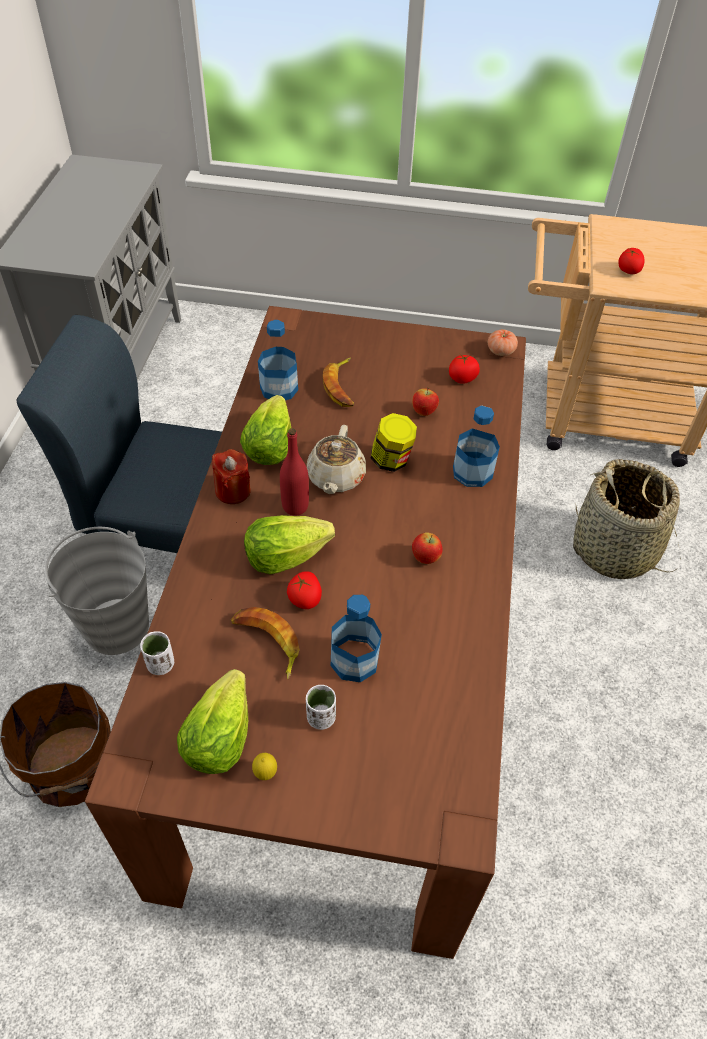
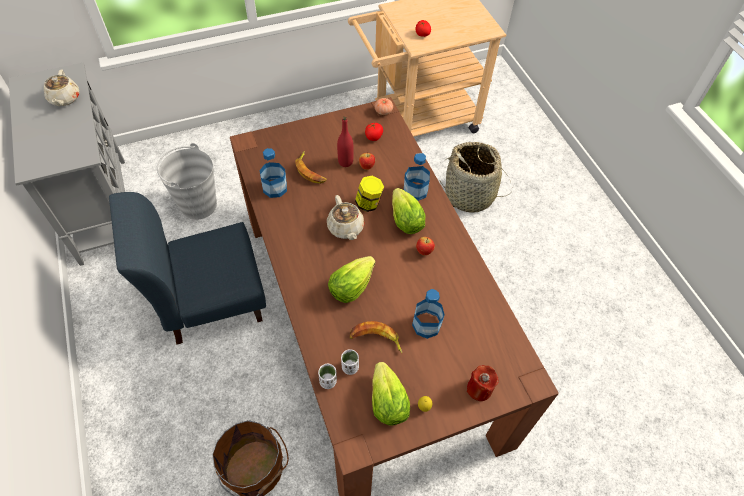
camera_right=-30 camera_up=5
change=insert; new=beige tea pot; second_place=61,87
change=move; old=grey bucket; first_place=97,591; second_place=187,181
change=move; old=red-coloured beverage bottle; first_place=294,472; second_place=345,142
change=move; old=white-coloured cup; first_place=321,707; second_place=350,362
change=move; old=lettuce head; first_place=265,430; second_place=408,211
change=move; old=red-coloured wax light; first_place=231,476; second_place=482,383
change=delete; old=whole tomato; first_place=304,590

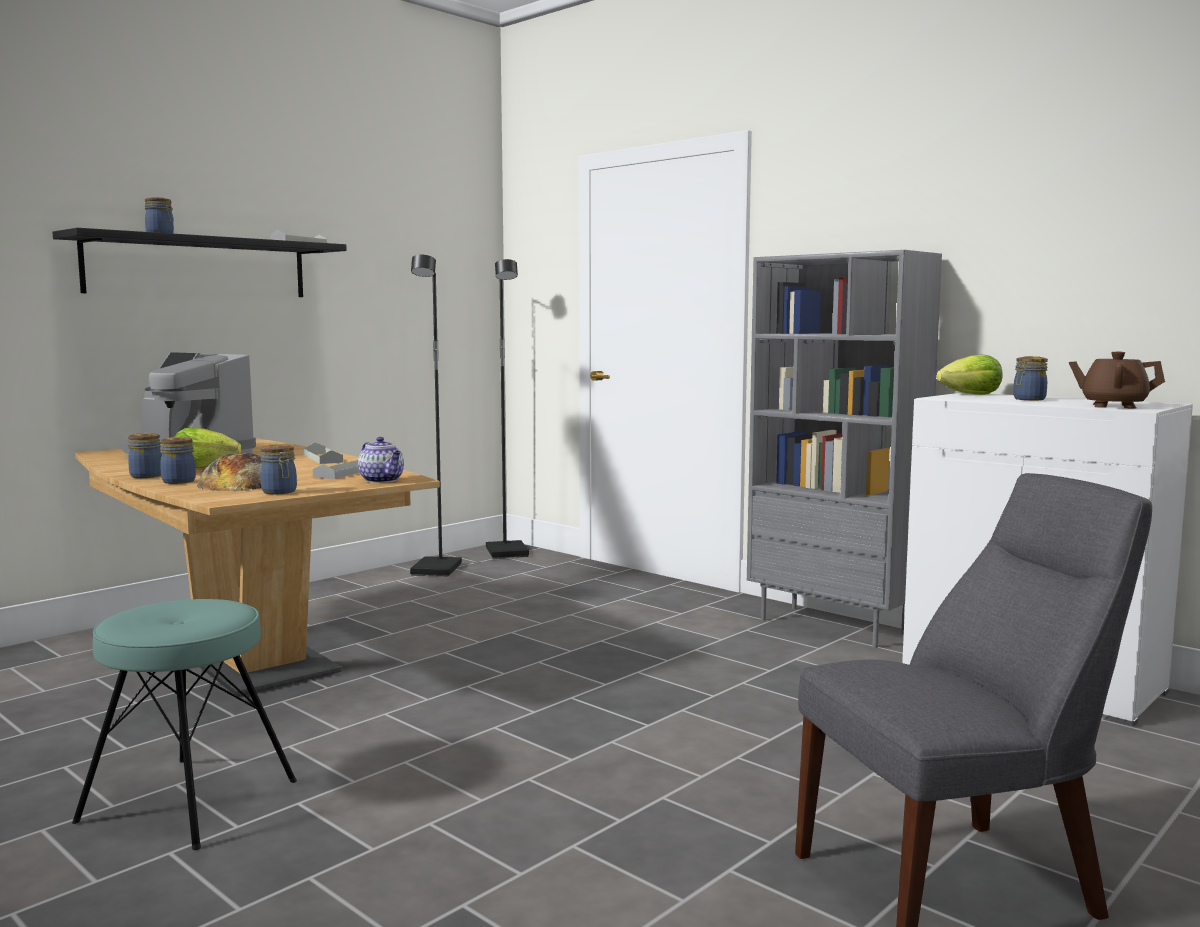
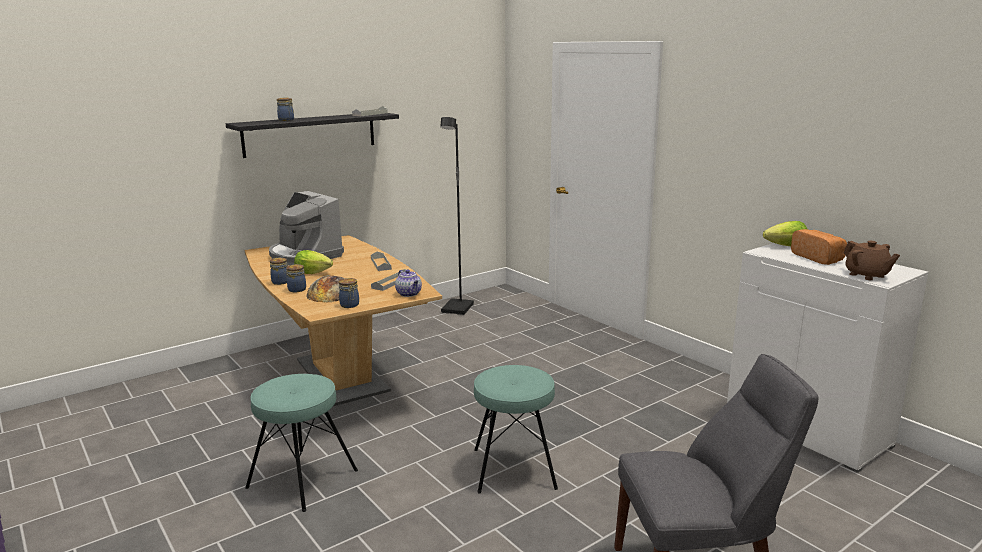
camera_right=10 camera_up=10
change=insert; new=blue-green stool seat; second_place=516,429
change=replace; old=preserve jar; new=baked bread; first_place=1030,378; second_place=819,247
change=rotate; old=brownish tea pot; first_place=1117,380; second_place=872,260; degrees=-150
change=delete; old=black-coloured standing lamp; first_place=507,409
change=delete; old=grey bookshelf; first_place=844,449

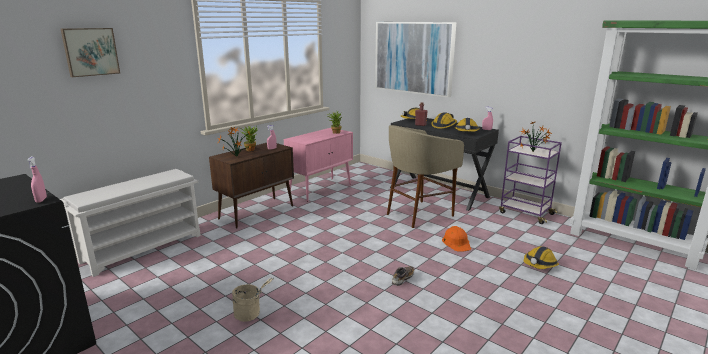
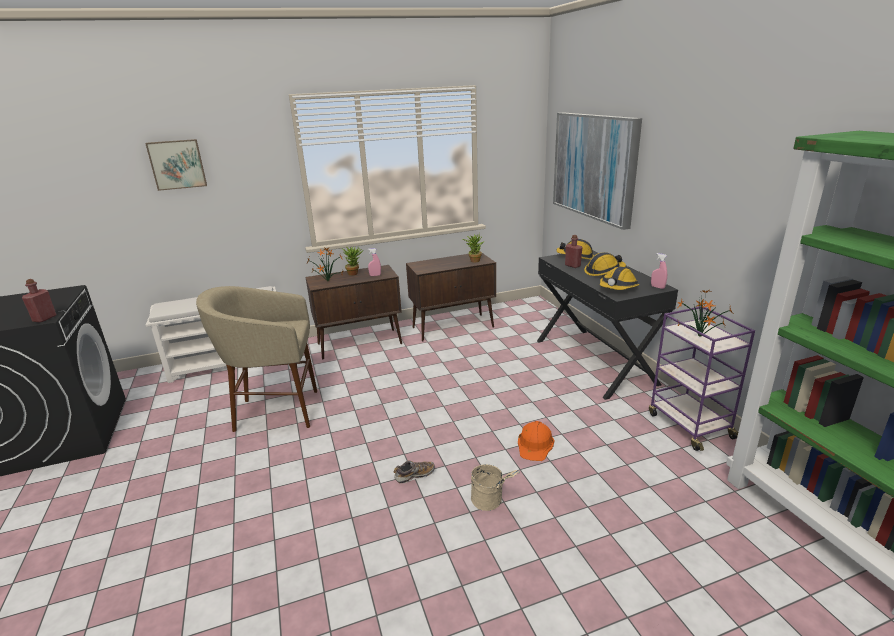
camera_right=30 camera_up=5
change=replace; old=pink hand sprayer; new=red-coloured beverage bottle; first_place=37,179; second_place=39,300
change=move; old=beige stool seat; first_place=425,176; second_place=256,359
change=recolor; old=pink cupboard; new=brownish cupboard; first_place=318,165; second_place=451,297
change=move; old=beige bucket; first_place=253,300; second_place=495,487
change=delete; old=hard hat; first_place=541,257

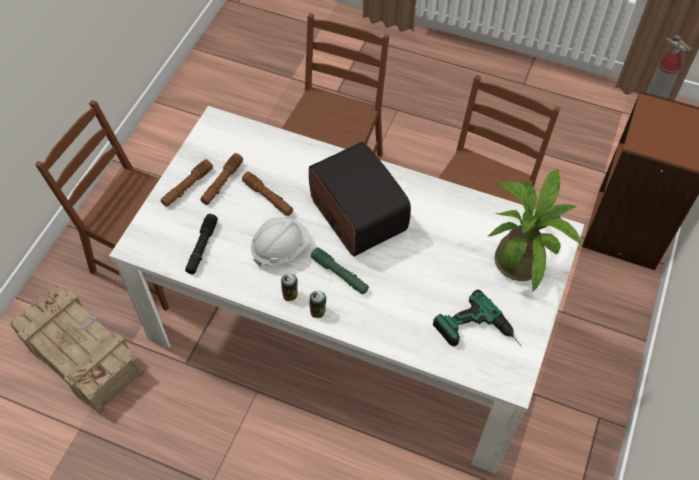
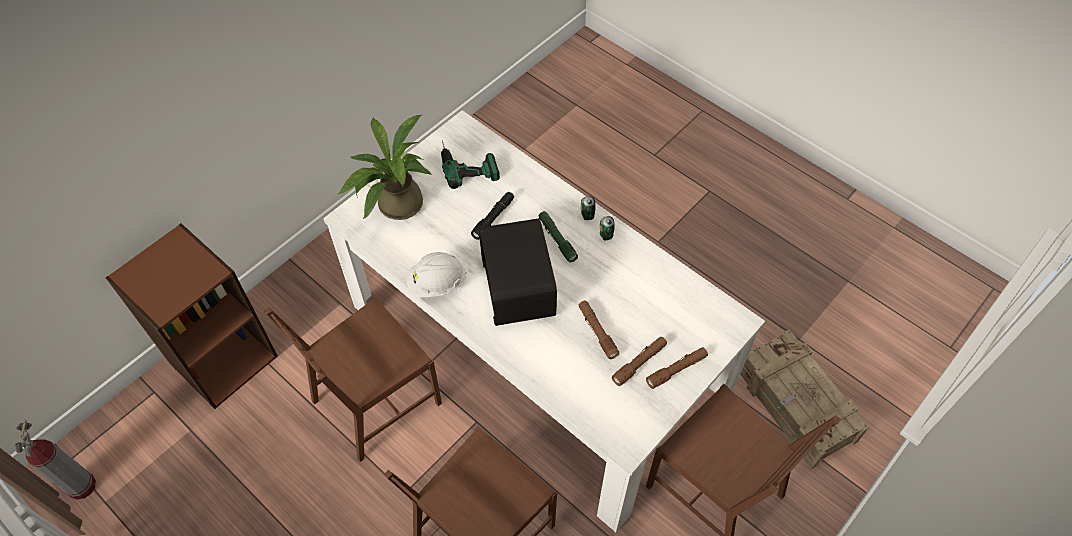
camera_right=-160 camera_up=0
change=move; old=white-coloured hard hat; first_place=281,242; second_place=436,274
change=move; old=black-coloured flashlight; first_place=201,244; second_place=492,216

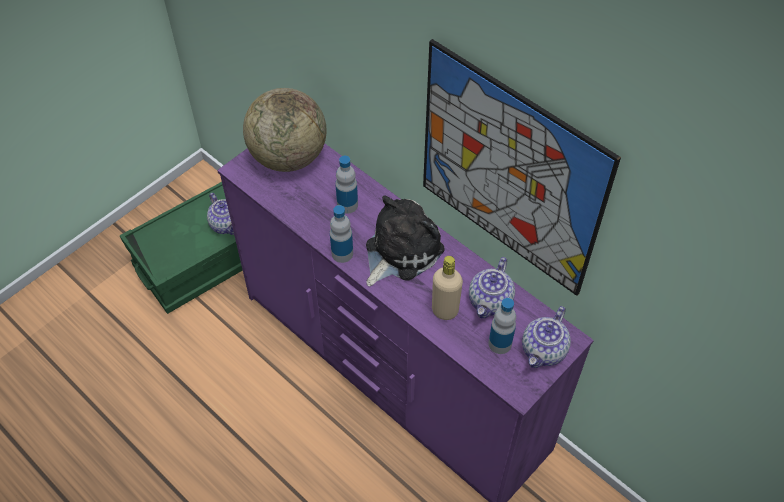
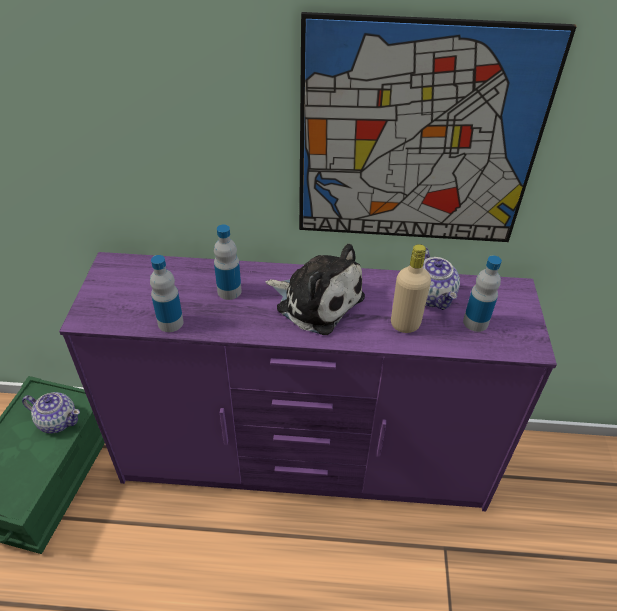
camera_right=-40 camera_up=-10
change=move; old=beverage bottle; first_place=341,234; second_place=167,293
change=rotate; old=soft toy; first_place=405,241; second_place=315,289; degrees=120
change=delete; old=world globe; first_place=284,130
change=delete; old=tea pot; first_place=546,337

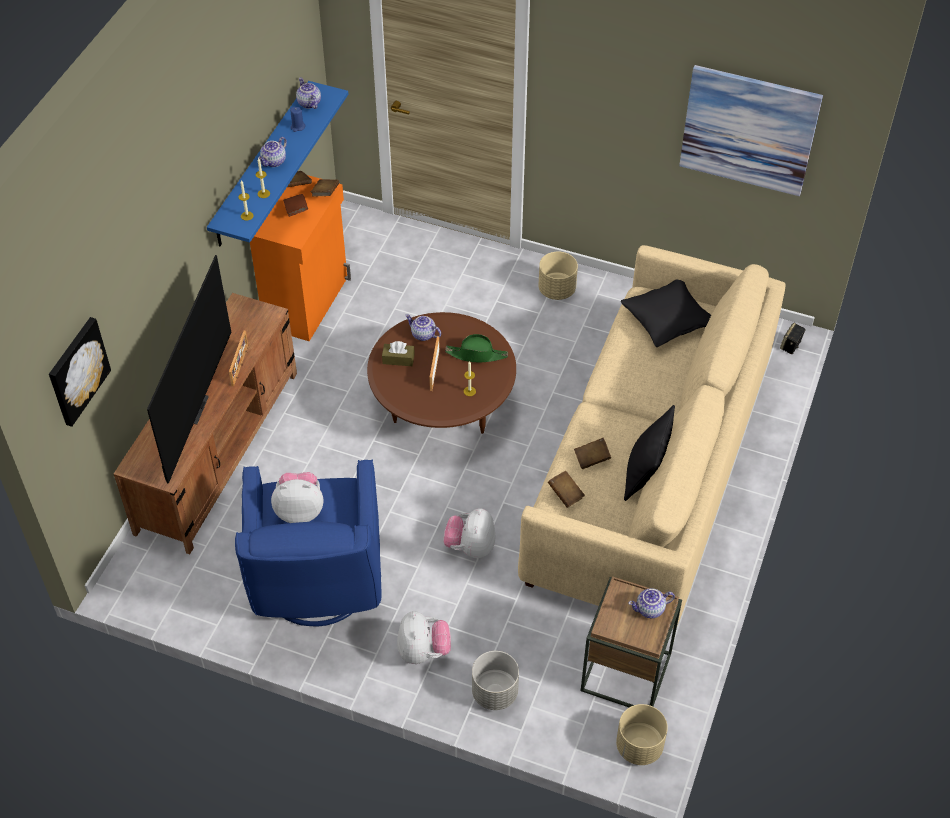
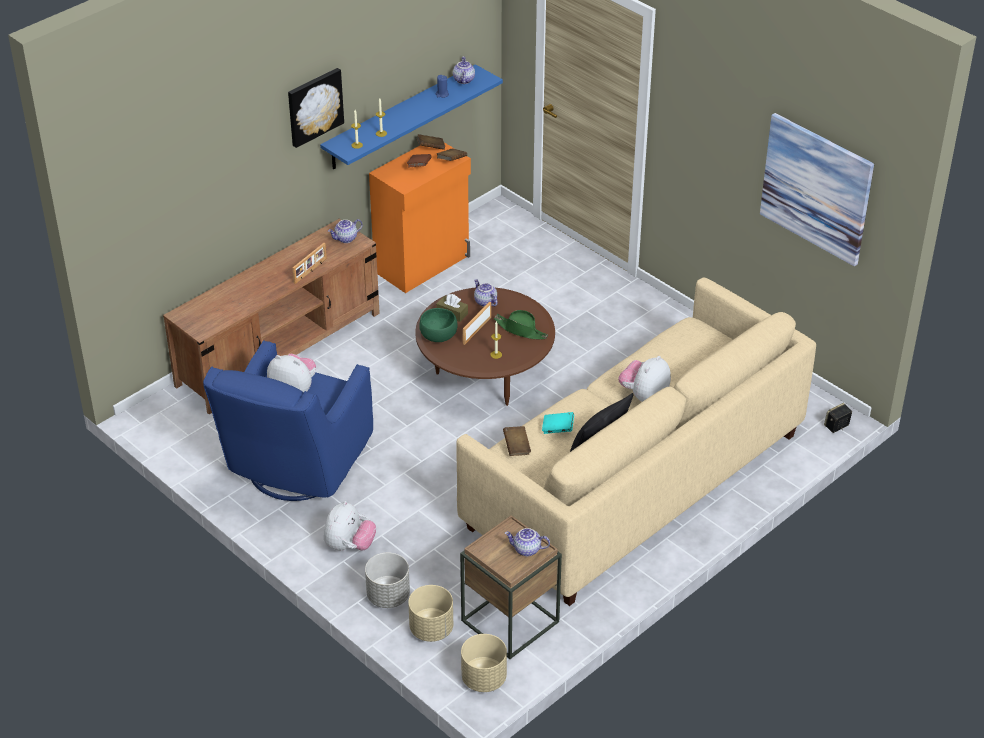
camera_right=25 camera_up=-10
change=move; old=picture; first_place=80,372; second_place=316,108
change=move; old=tea pot; first_place=272,152; second_place=345,231
change=move; old=beige flower pot; first_place=558,276; second_place=430,613
change=insert; new=greenish deep dish; second_place=438,325
change=recolor; old=brownish book; new=blue-green book; first_place=592,453; second_place=558,423
change=move; old=soft toy; first_place=469,533; second_place=645,379
change=delete; old=TV; first_place=189,369
change=delete; old=black-coloured pillow; first_place=666,313

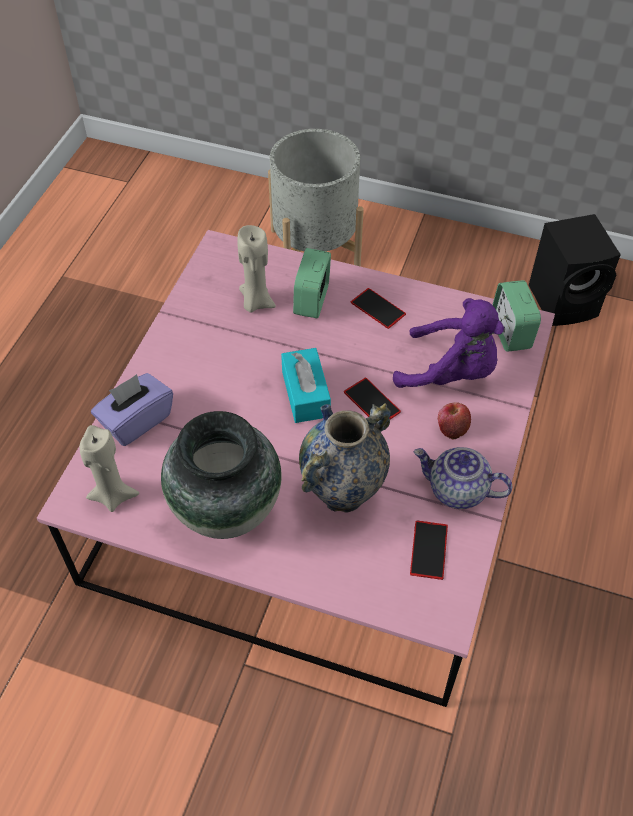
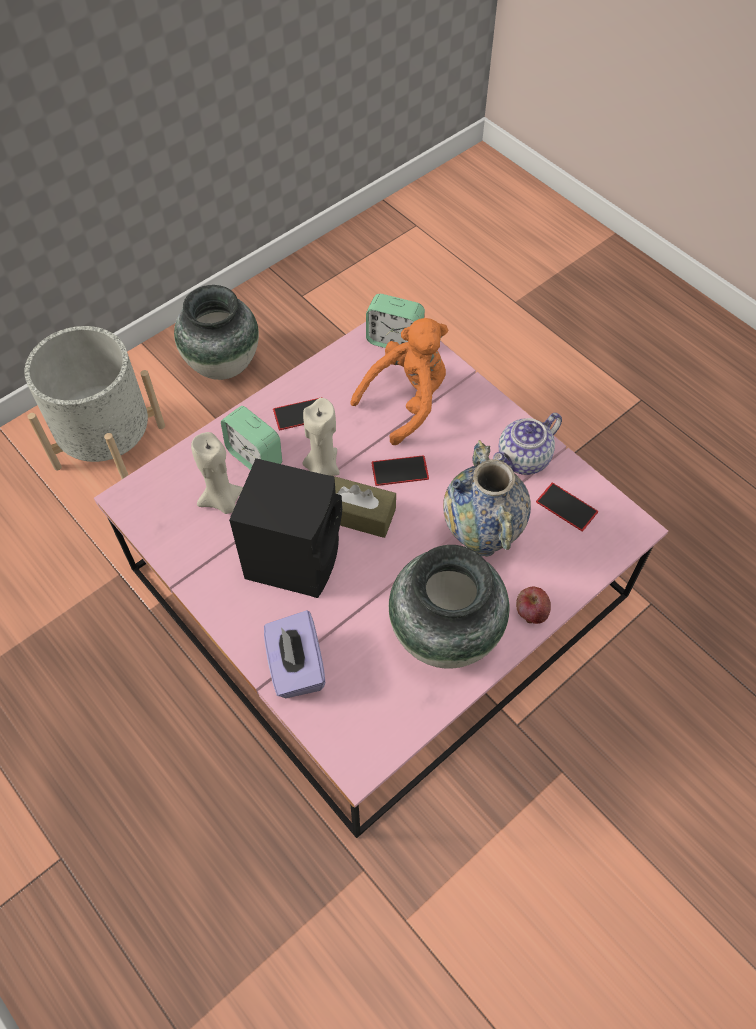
camera_right=-60 camera_up=5
change=insert; new=decorative vase; second_place=216,332
change=move; old=black-coloured audio speaker; first_place=575,270; second_place=285,528
change=move; old=beige wax light; first_place=109,468; second_place=321,437
change=recolor; old=blue-green tissue box; new=brownish tissue box; first_place=306,385; second_place=365,507
change=recolor; old=purplish soft toy; new=orangey soft toy; first_place=448,343; second_place=399,381
change=move; old=apple; first_place=454,421; second_place=533,605

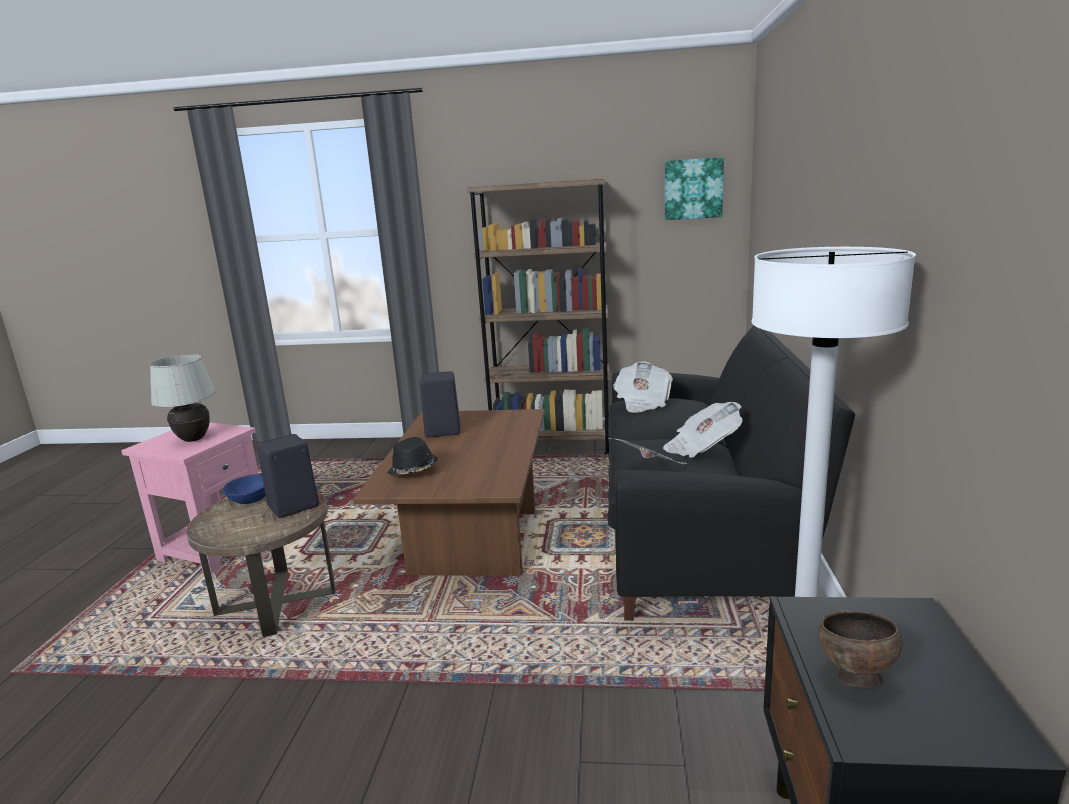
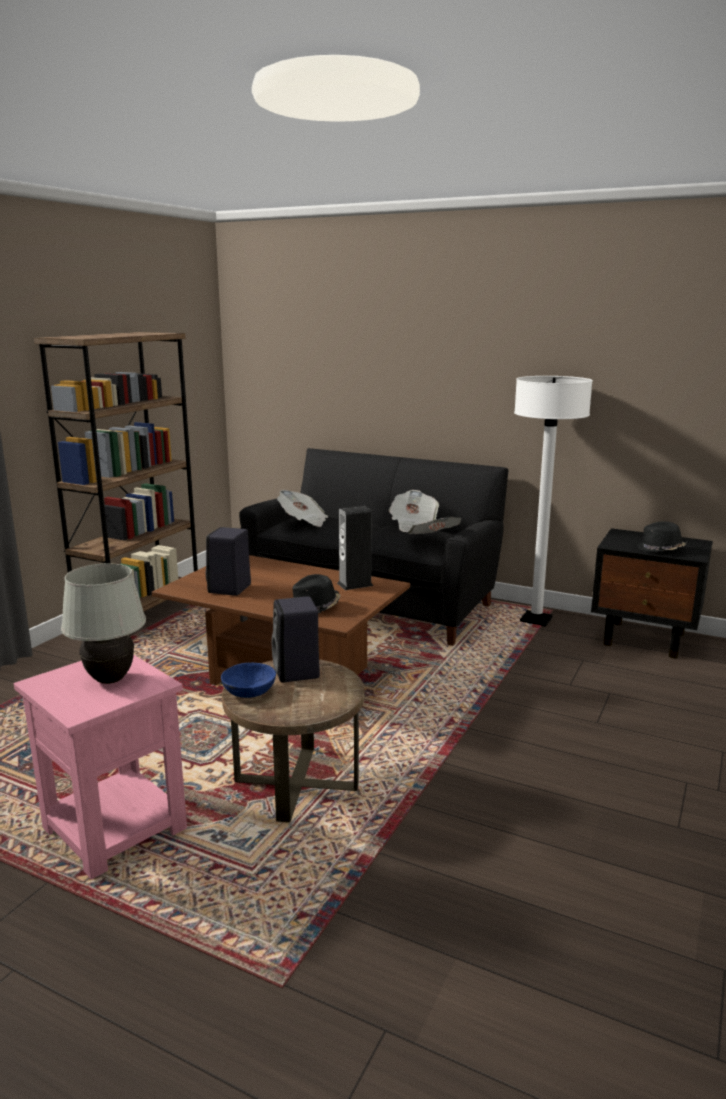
camera_right=-70 camera_up=0
change=insert; new=audio speaker; second_place=355,548
change=replace; old=brownish deep dish; new=black-coloured clothing hat; first_place=860,649; second_place=662,536
change=delete; old=picture; first_place=694,188

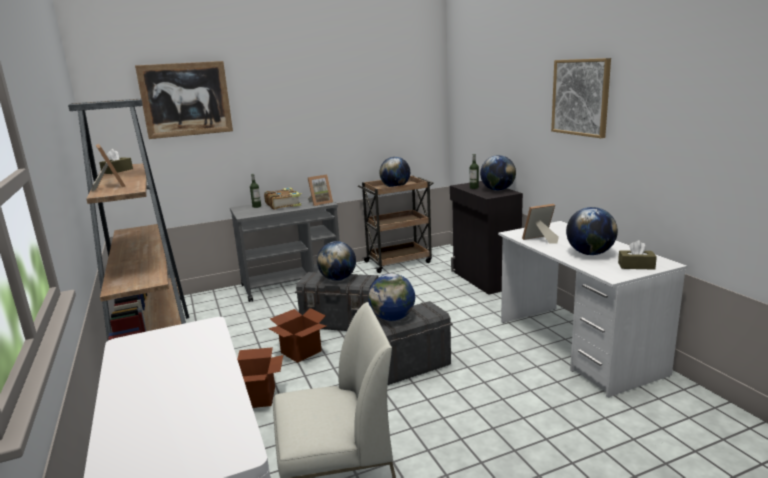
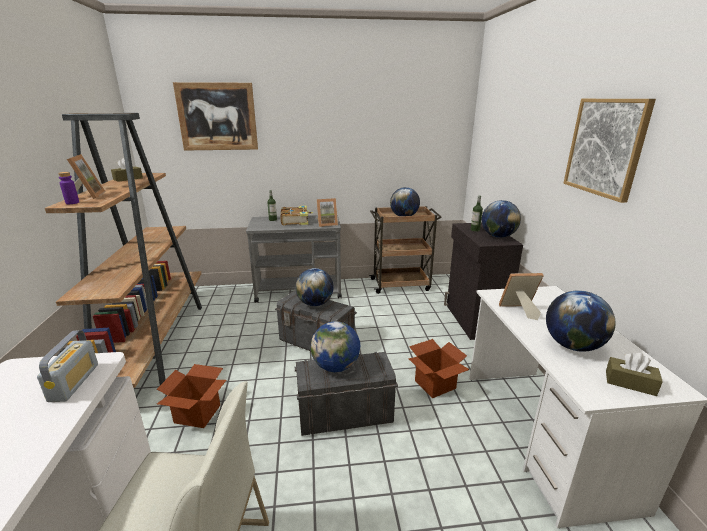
camera_right=15 camera_up=5
change=insert; new=radio set; second_place=67,366
change=insert; new=purplish beverage bottle; second_place=68,188
change=move; old=packing box; first_place=297,335; second_place=439,368

